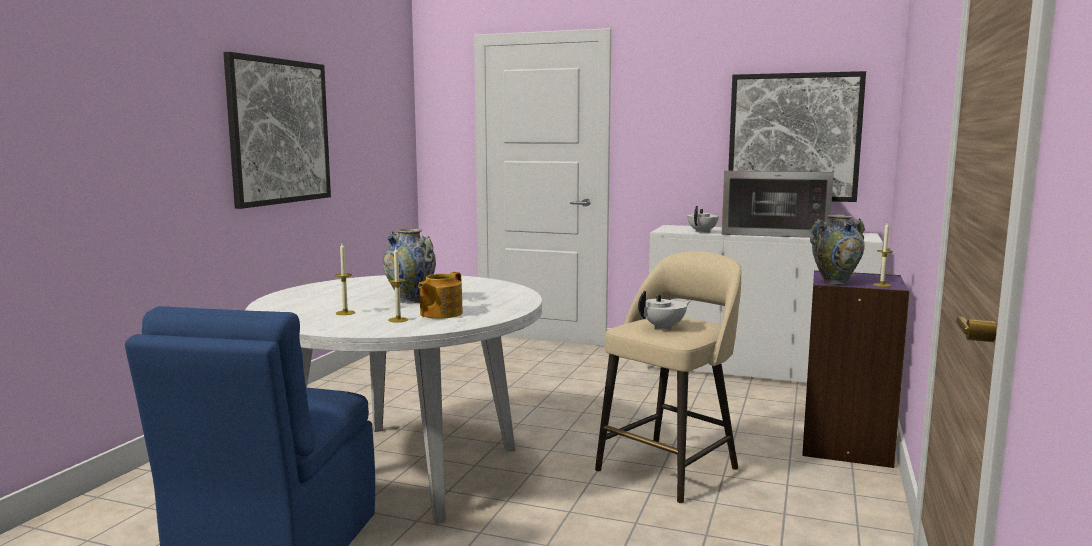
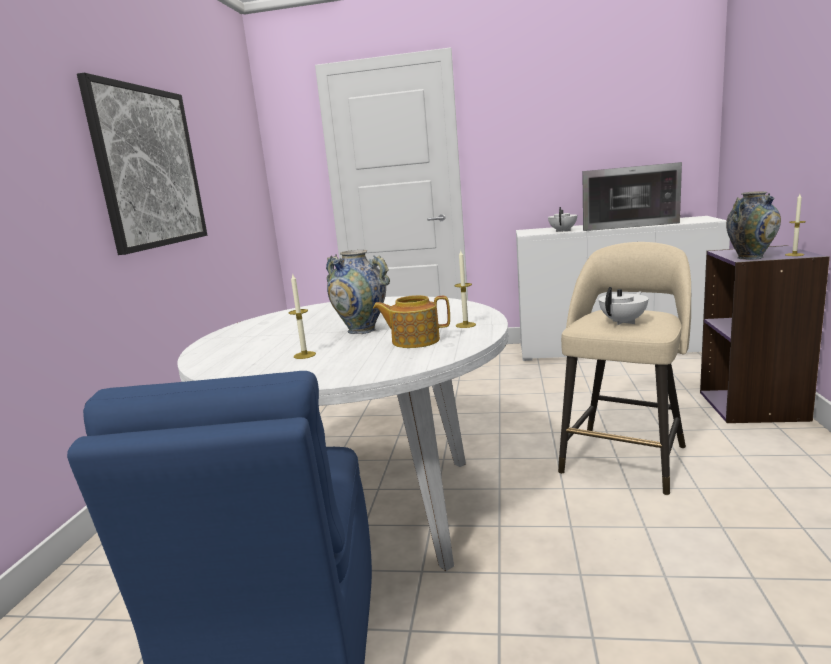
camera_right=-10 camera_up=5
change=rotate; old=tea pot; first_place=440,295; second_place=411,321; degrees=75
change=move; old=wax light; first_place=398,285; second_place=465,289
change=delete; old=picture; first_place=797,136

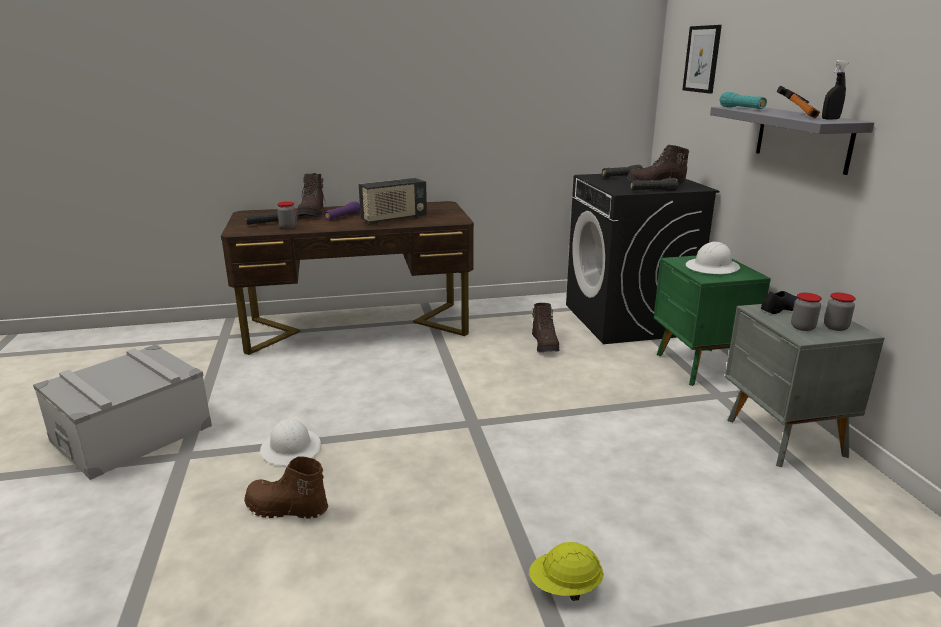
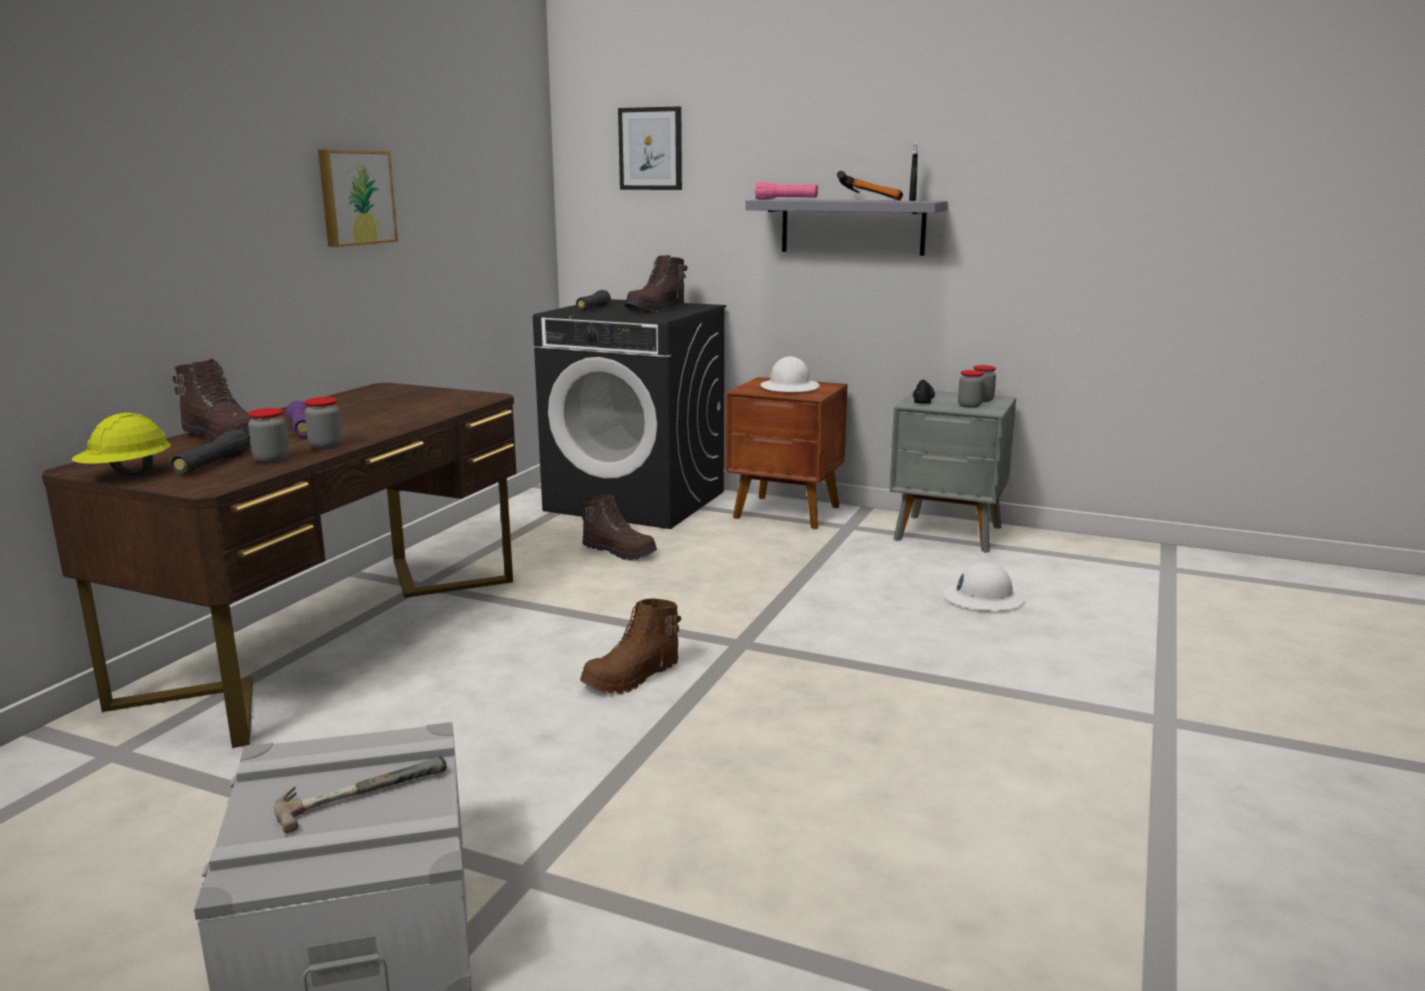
camera_right=-55 camera_up=-5
change=move; old=yellowish hard hat; first_place=566,571; second_place=121,444
change=insert; new=hammer; second_place=360,794
change=insert; new=preserve jar; second_place=324,423
change=insert; new=picture; second_place=358,198
change=move; old=brownish boot; first_place=286,487; second_place=630,646
change=recolor; old=greenish nightstand; new=brownish nightstand; first_place=712,321; second_place=787,453
change=recolor; old=blue-green flashlight; new=pink flashlight; first_place=743,100; second_place=786,191
change=move; old=white-coloured hard hat; first_place=290,442; second_place=984,586
change=delete; old=radio set; first_place=392,201
change=delete; old=black-coloured flashlight; first_place=654,184

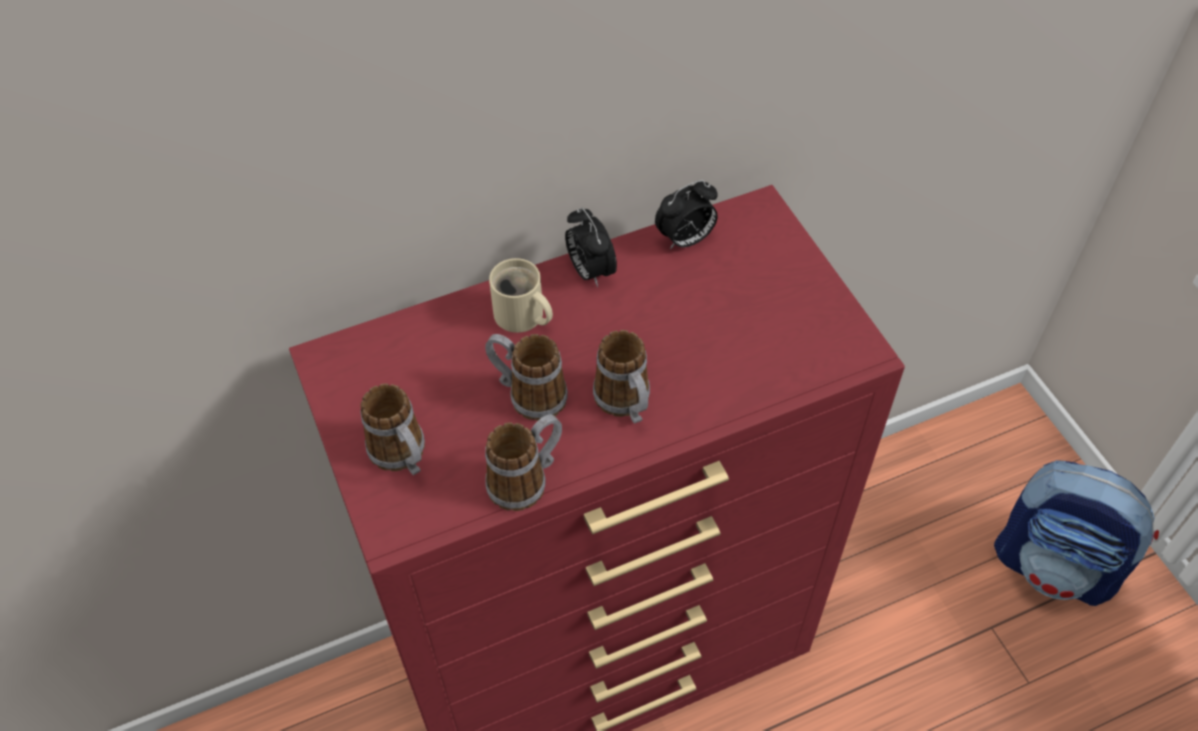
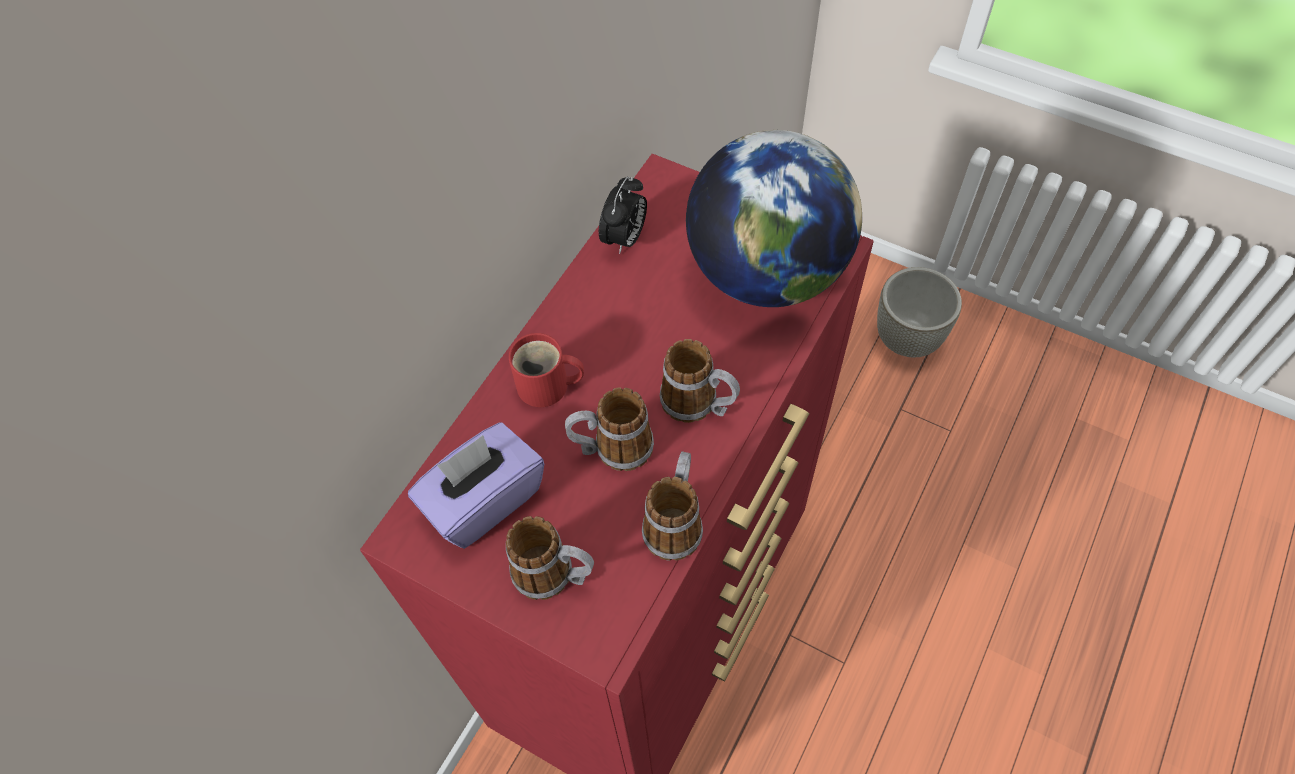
camera_right=-35 camera_up=5
change=insert; new=purplish tissue box; second_place=476,485
change=recolor; old=beige tea mug; new=red-coloured tea mug; first_place=521,295; second_place=546,370
change=insert; new=world globe; second_place=774,218
change=replace; old=knapsack; new=grey flower pot; first_place=1076,533; second_place=919,312
change=delete; old=table clock; first_place=591,247

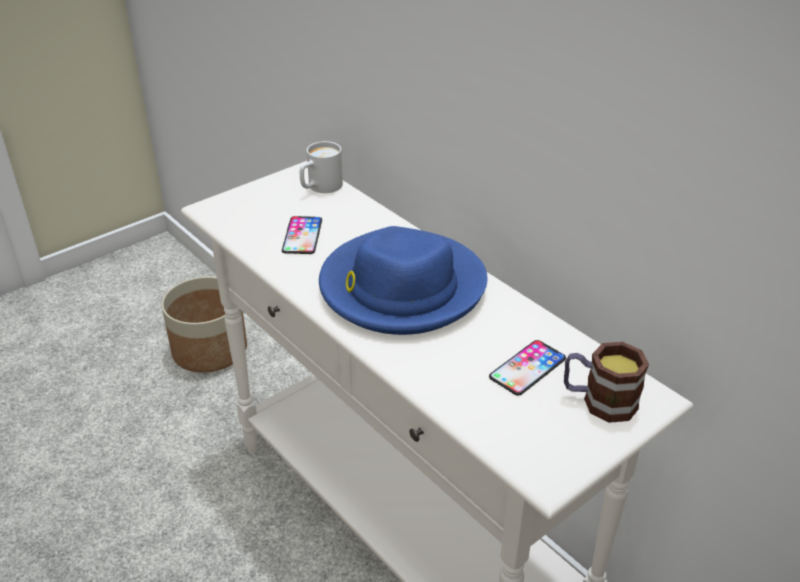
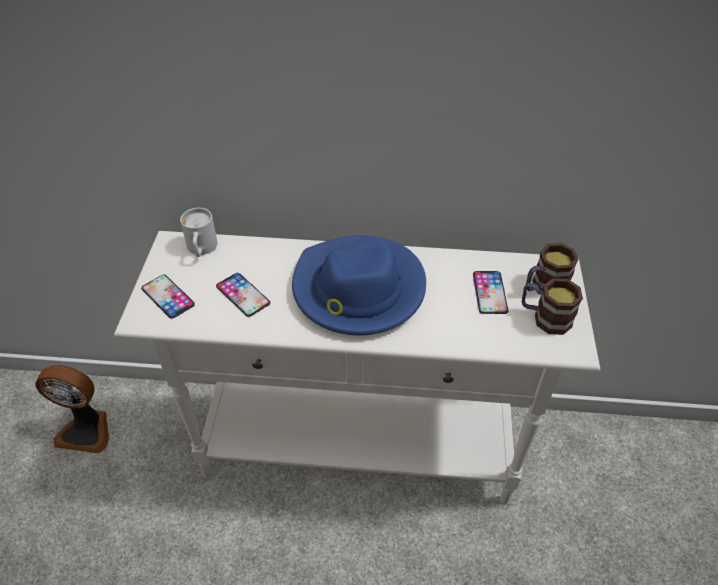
camera_right=-45 camera_up=10
change=replace; old=flower pot; new=electric fan; first_place=204,325; second_place=72,409
change=insert; new=telephone; second_place=168,297
change=insert; new=tea mug; second_place=552,306

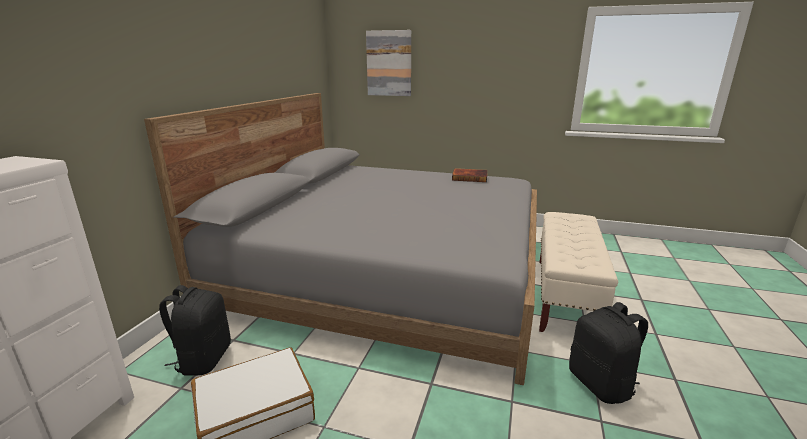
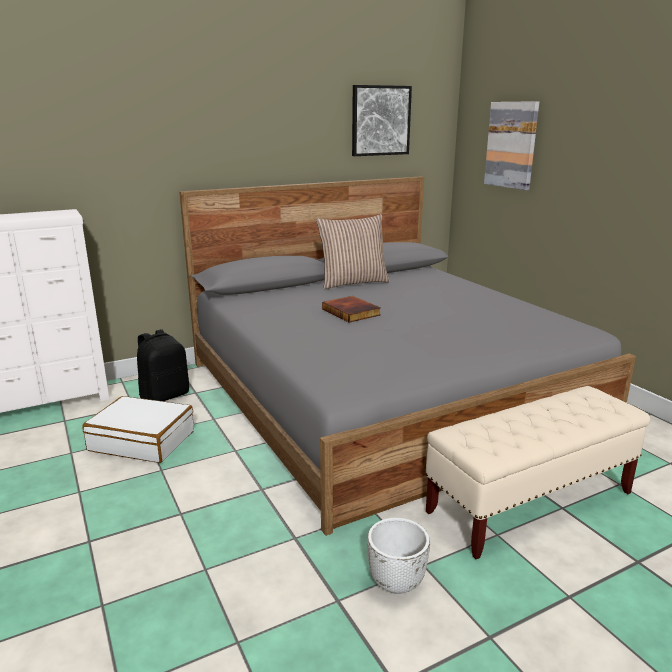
camera_right=45 camera_up=0
change=insert; new=pillow; second_place=353,251
change=move; old=book; first_place=469,175; second_place=351,309
change=insert; new=picture; second_place=382,120
change=replace; old=black-coloured knapsack; new=white-coloured flower pot; first_place=608,353; second_place=398,556

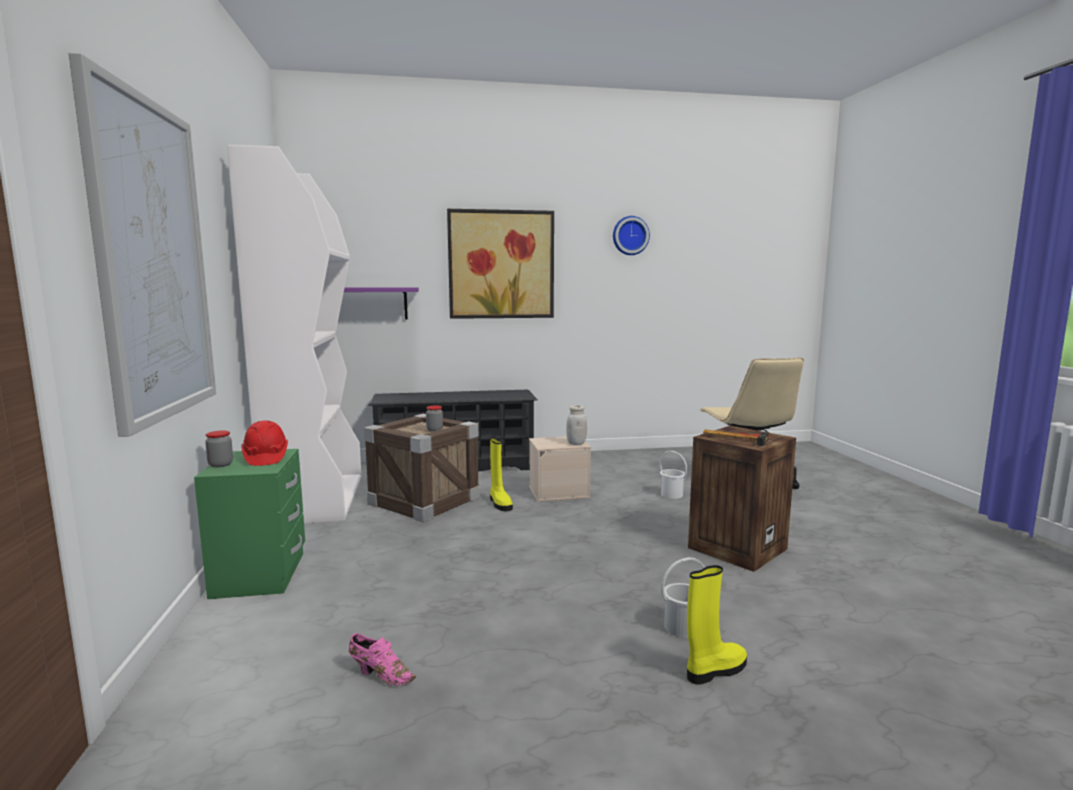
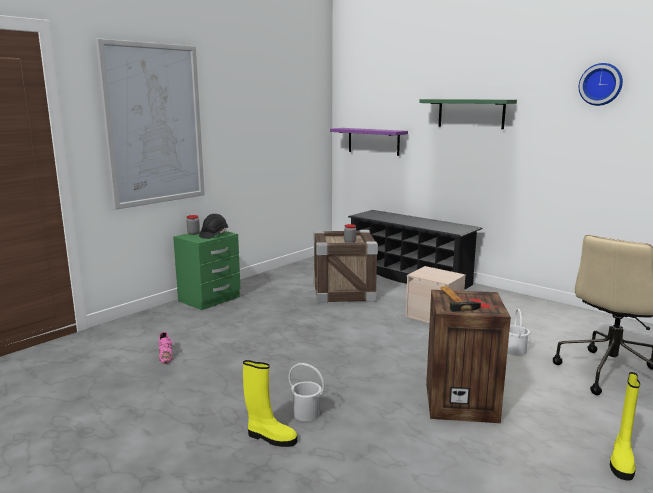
camera_right=50 camera_up=5
change=recolor; old=red-coloured hard hat; new=black-coloured hard hat; first_place=265,443; second_place=213,226
change=replace; old=picture; new=greenish shelf; first_place=500,264; second_place=468,114
change=move; old=yellowish boot; first_place=501,474; second_place=625,426
change=delete; old=white-coloured bookshelf; first_place=294,334
change=delete; old=white-coloured preserve jar; first_place=576,425

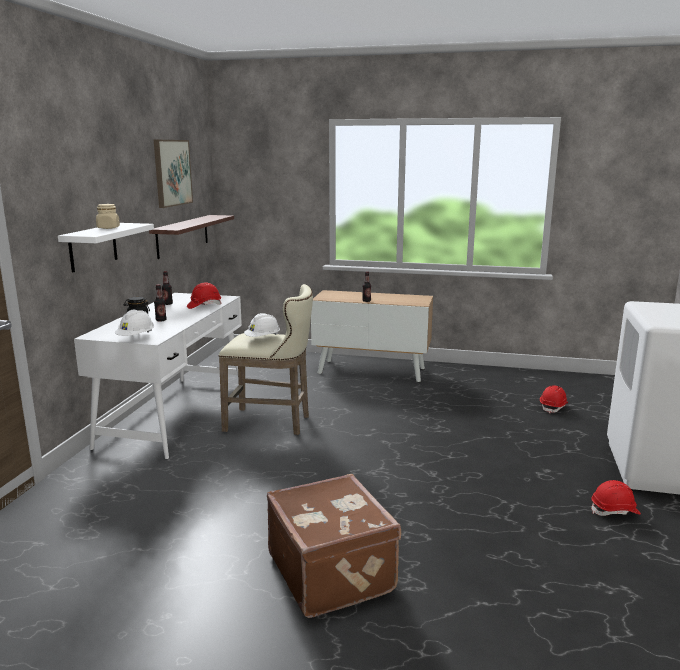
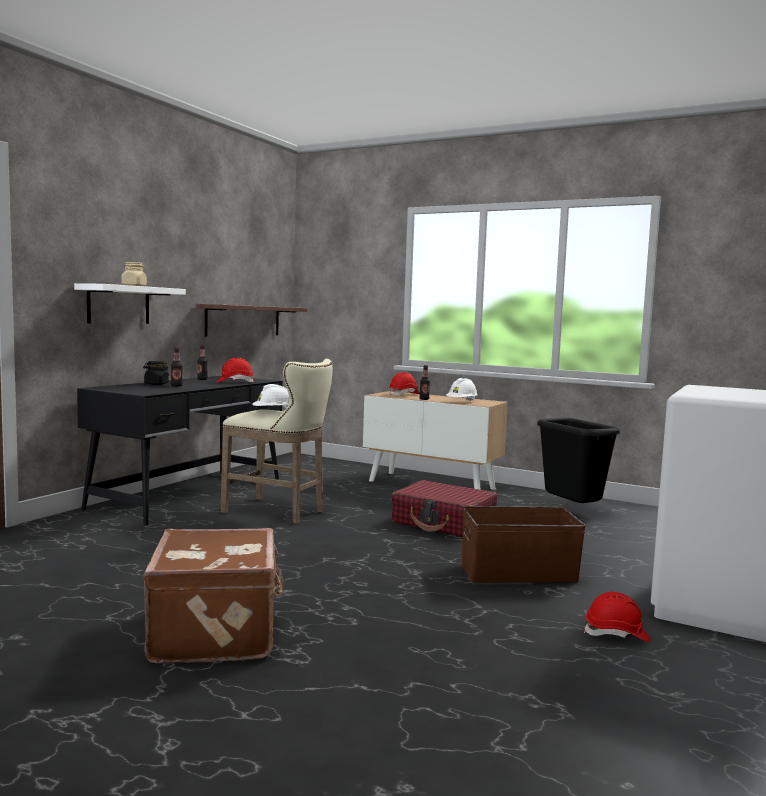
camera_right=15 camera_up=-10
change=recolor; old=white-coloured desk unit; new=black-coloured desk unit; first_place=158,376; second_place=180,450
change=move; old=red-coloured hard hat; first_place=554,399; second_place=404,384
change=insert; new=red-coloured suitcase; second_place=444,508
change=move; old=white-coloured hard hat; first_place=134,323; second_place=462,389
change=insert; new=brownish storage container; second_place=524,544
change=insert; new=black-coloured rubbish bin; second_place=578,460
change=delete; old=picture; first_place=173,174

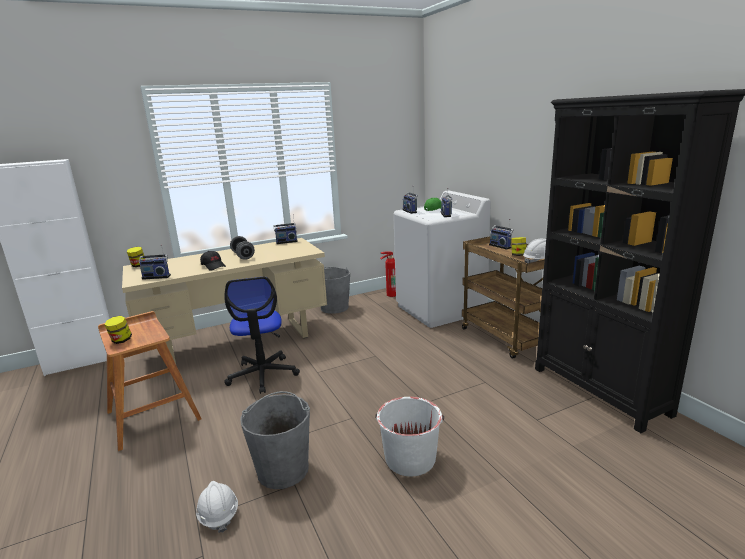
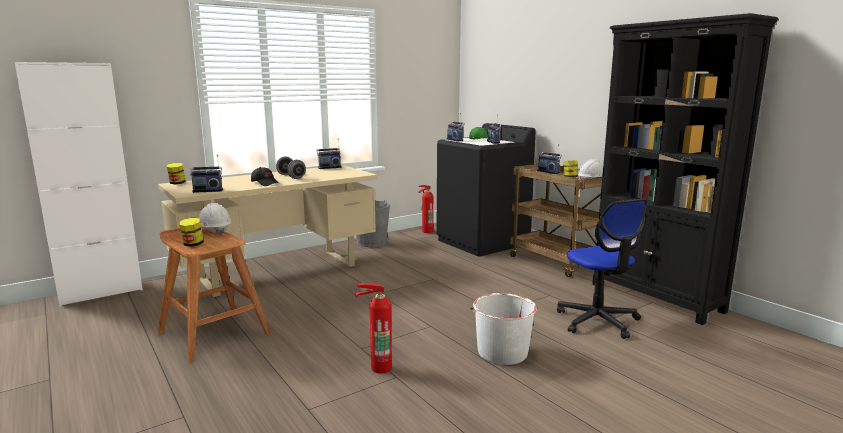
camera_right=-10 camera_up=-5
change=move; old=white-coloured hard hat; first_place=217,507; second_place=215,219
change=replace; old=grey bucket; new=fire-fighting cylinder; first_place=275,440; second_place=373,328
change=recolor; old=white-coloured laundry appliance; new=black-coloured laundry appliance; first_place=442,259; second_place=486,190
change=move; old=desk chair; first_place=262,335; second_place=602,268

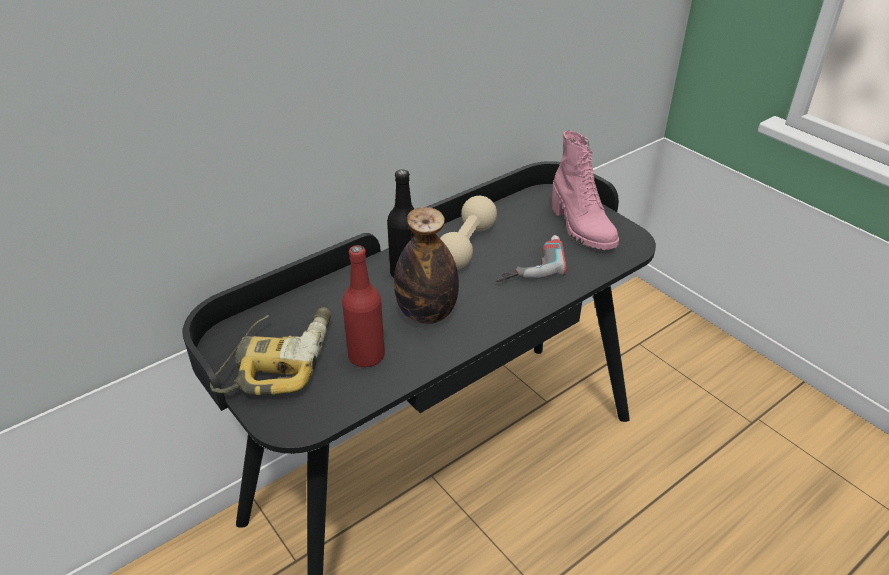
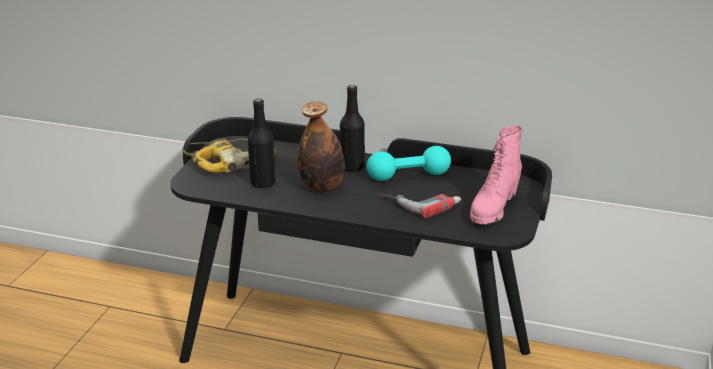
camera_right=55 camera_up=-10
change=recolor; old=red-coloured beverage bottle; new=black-coloured beverage bottle; first_place=363,306; second_place=262,144
change=recolor; old=beige hand weight; new=blue-green hand weight; first_place=468,233; second_place=408,163

